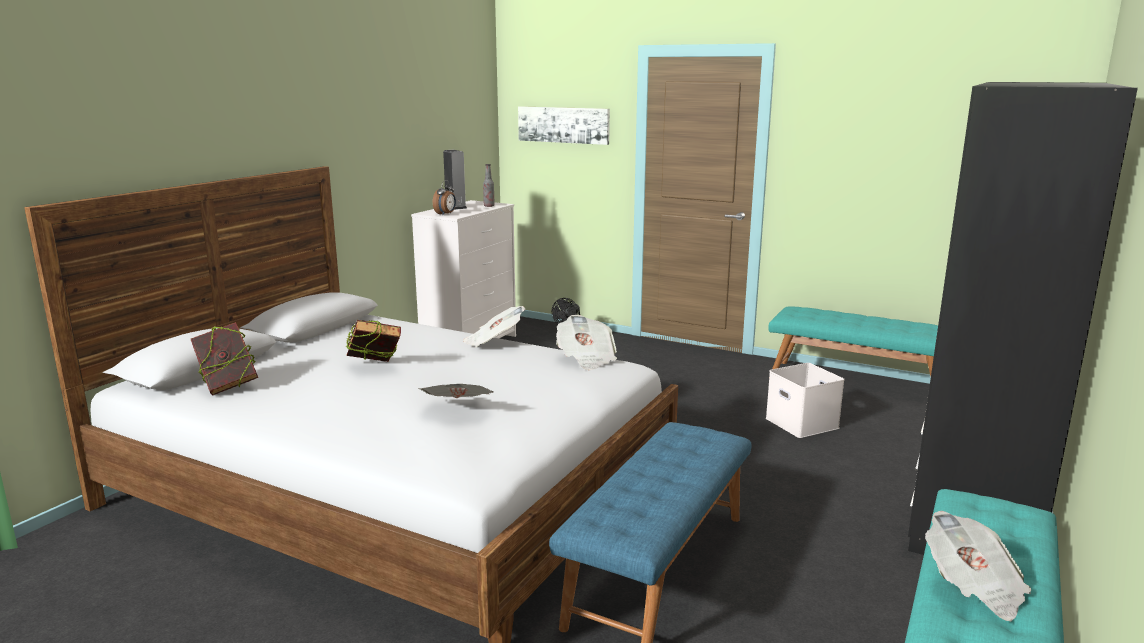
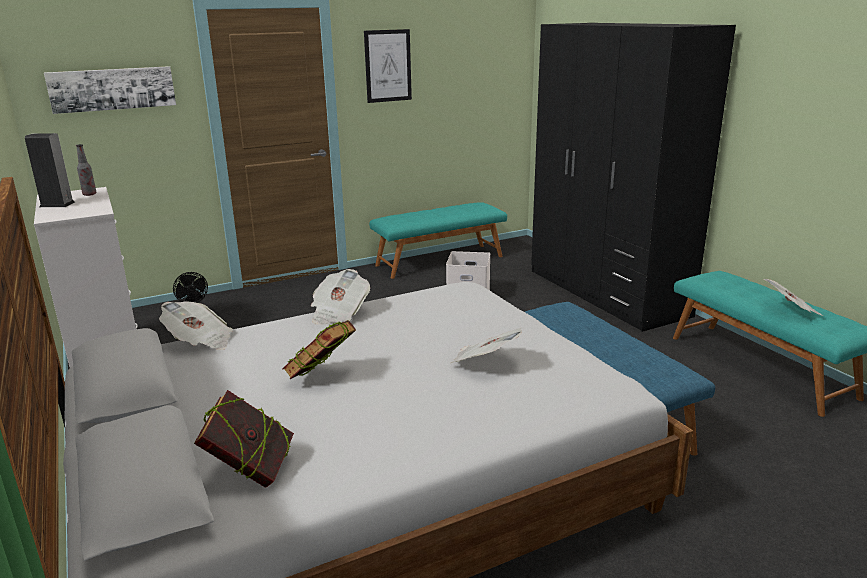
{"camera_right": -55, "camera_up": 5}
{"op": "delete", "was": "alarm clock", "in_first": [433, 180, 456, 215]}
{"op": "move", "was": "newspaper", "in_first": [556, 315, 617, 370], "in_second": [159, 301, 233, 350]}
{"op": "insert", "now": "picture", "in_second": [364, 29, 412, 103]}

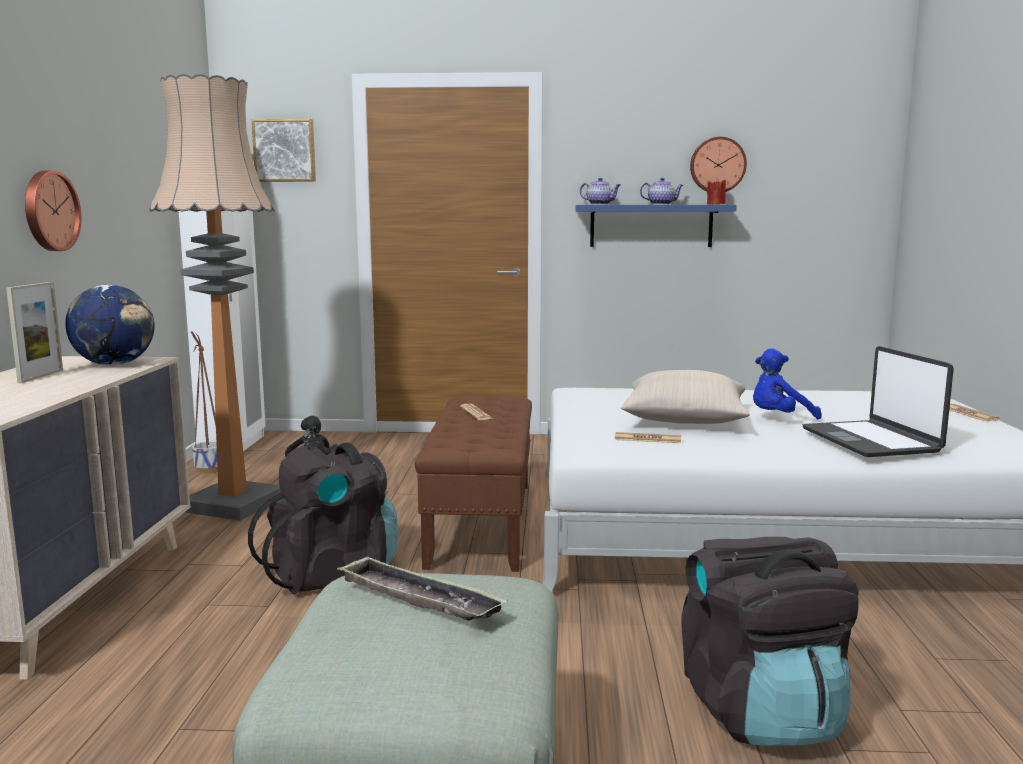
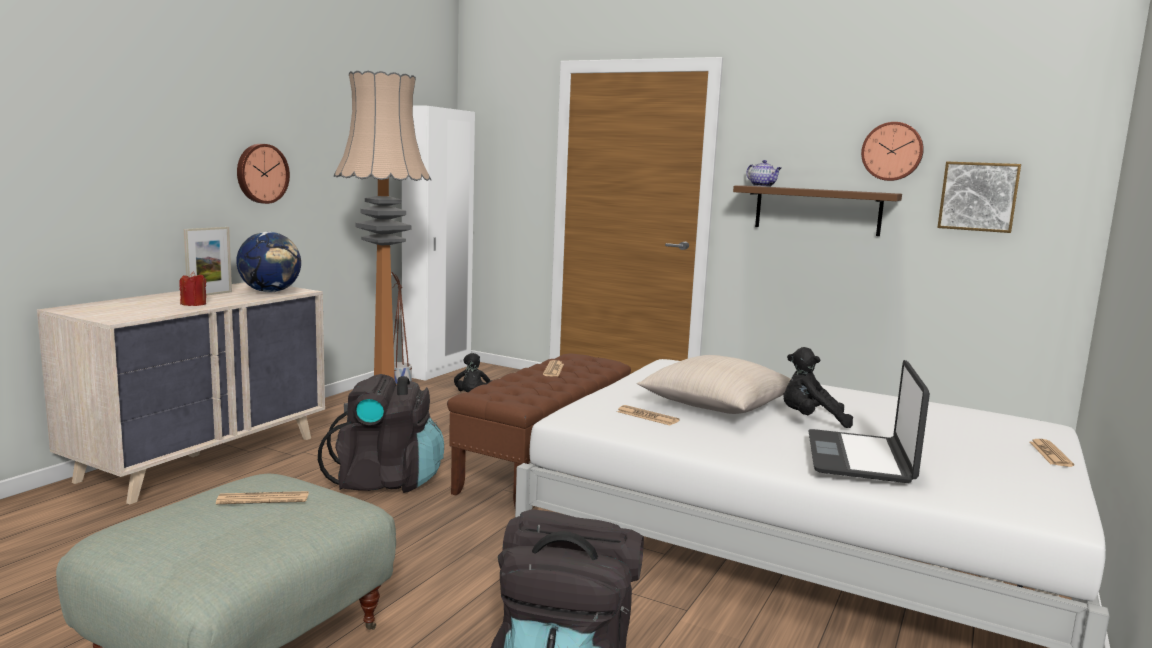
{"camera_right": 25, "camera_up": 0}
{"op": "move", "was": "picture", "in_first": [252, 119, 316, 182], "in_second": [937, 161, 1021, 233]}
{"op": "replace", "was": "tray", "now": "newspaper", "in_first": [337, 556, 508, 621], "in_second": [216, 491, 309, 504]}
{"op": "recolor", "was": "blue shelf", "now": "brown shelf", "in_first": [575, 205, 737, 247], "in_second": [733, 185, 902, 236]}
{"op": "delete", "was": "teapot", "in_first": [640, 178, 683, 205]}
{"op": "move", "was": "red candle", "in_first": [707, 177, 726, 205], "in_second": [179, 272, 206, 306]}
{"op": "recolor", "was": "blue plush toy", "now": "black plush toy", "in_first": [753, 348, 822, 419], "in_second": [784, 347, 853, 428]}

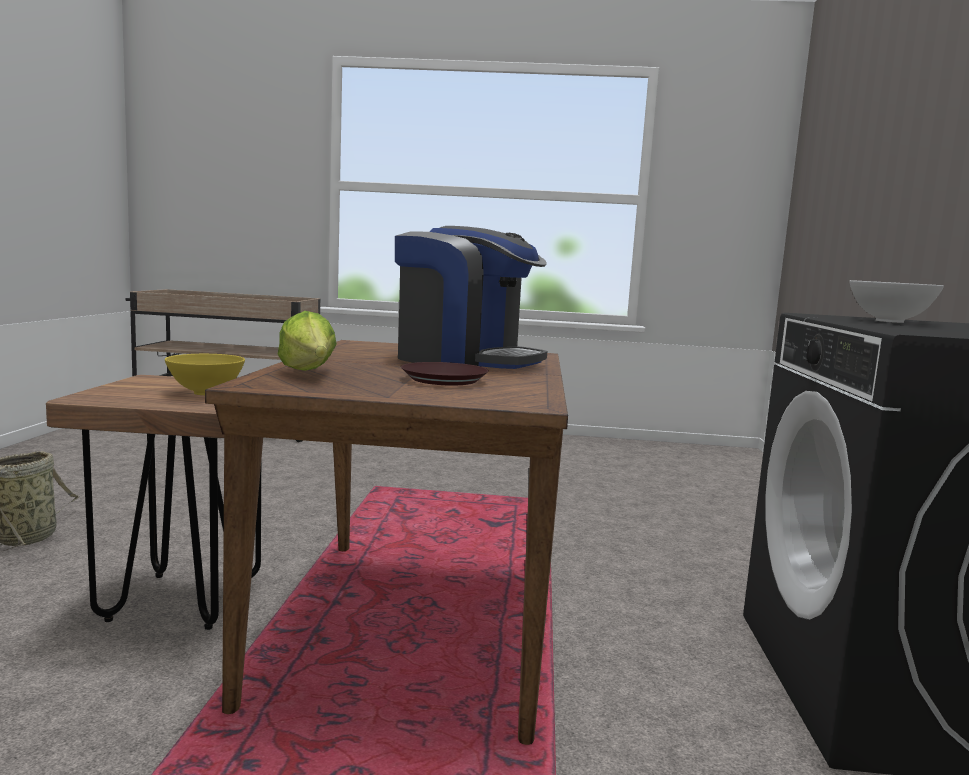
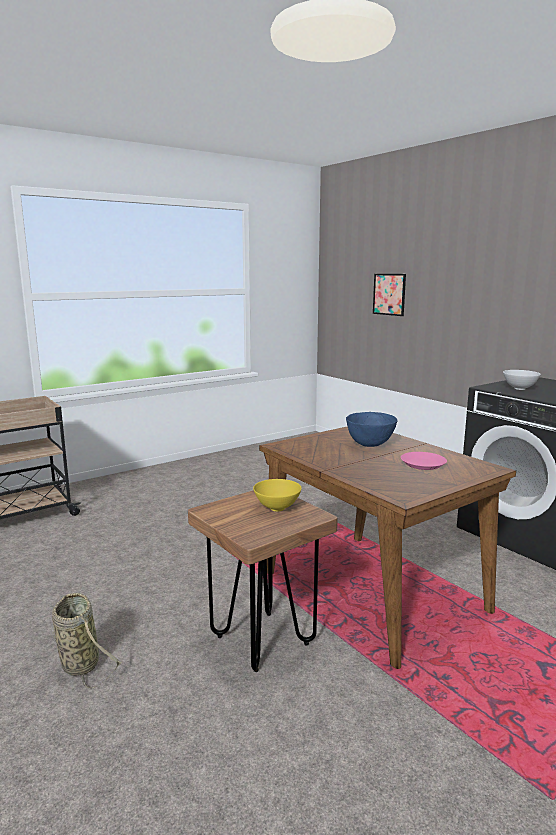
{"camera_right": -40, "camera_up": 5}
{"op": "delete", "was": "lettuce", "in_first": [277, 311, 337, 371]}
{"op": "replace", "was": "coffee machine", "now": "blue bowl", "in_first": [395, 226, 547, 369], "in_second": [346, 412, 398, 447]}
{"op": "recolor", "was": "brown plate", "now": "pink plate", "in_first": [401, 362, 489, 386], "in_second": [401, 452, 447, 470]}
{"op": "insert", "now": "picture", "in_second": [373, 274, 406, 316]}

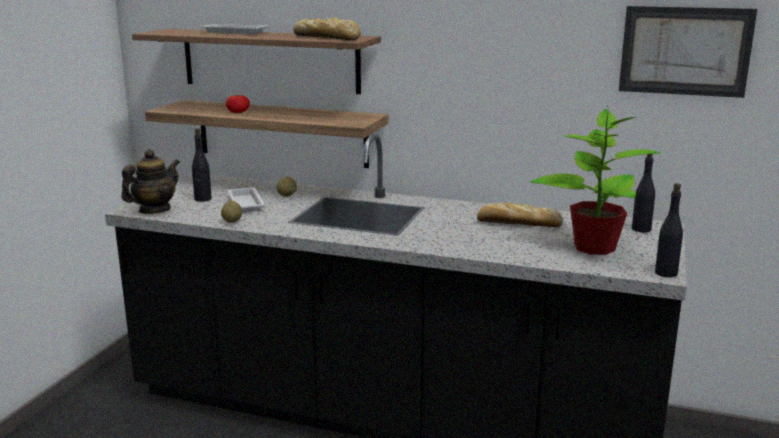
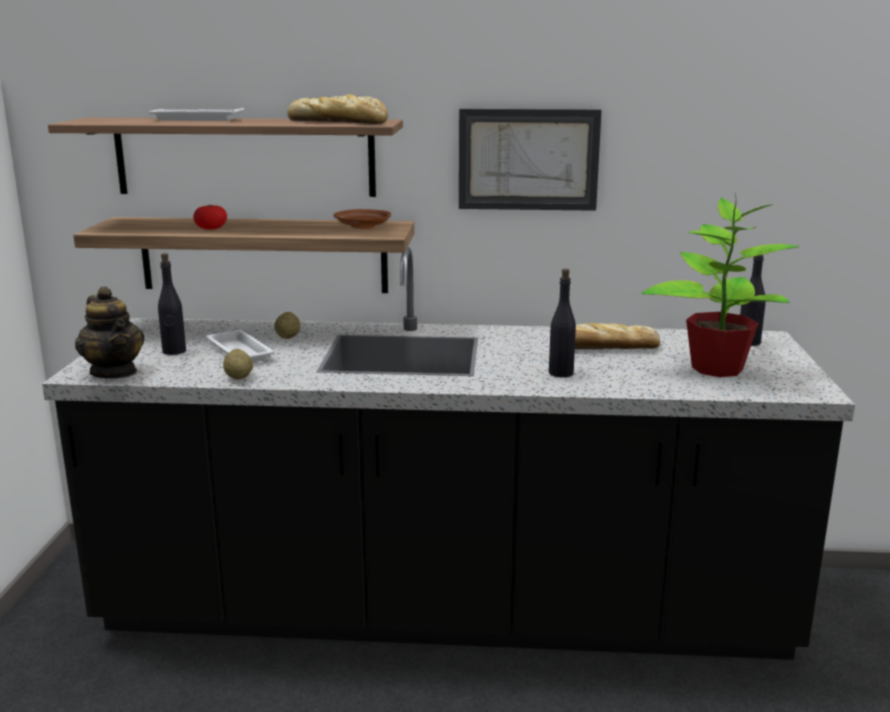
{"camera_right": -15, "camera_up": 0}
{"op": "rotate", "was": "teapot", "in_first": [121, 149, 180, 214], "in_second": [75, 286, 144, 379], "clockwise": 120}
{"op": "move", "was": "picture", "in_first": [619, 6, 757, 98], "in_second": [459, 109, 602, 211]}
{"op": "move", "was": "black bottle", "in_first": [655, 183, 683, 277], "in_second": [549, 268, 576, 377]}
{"op": "insert", "now": "brown plate", "in_second": [333, 209, 391, 229]}

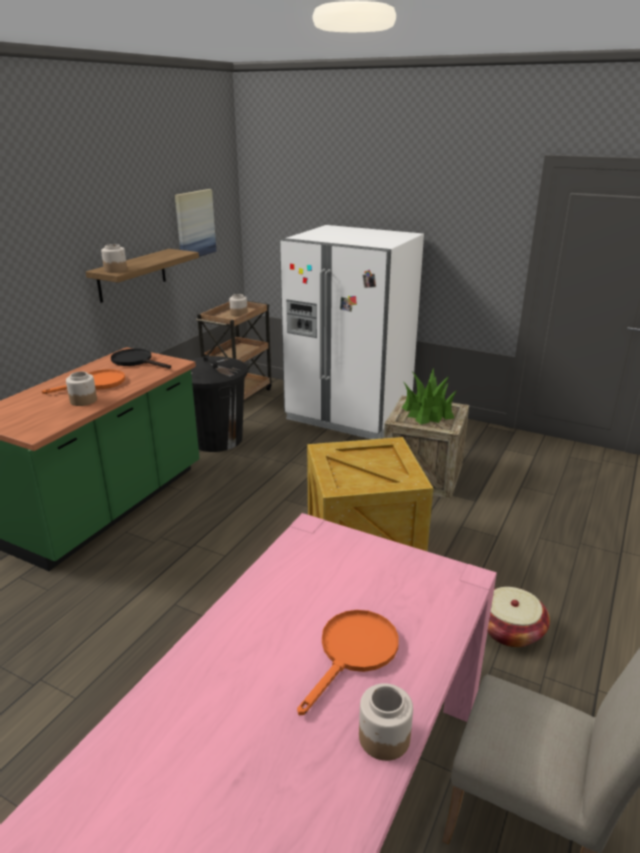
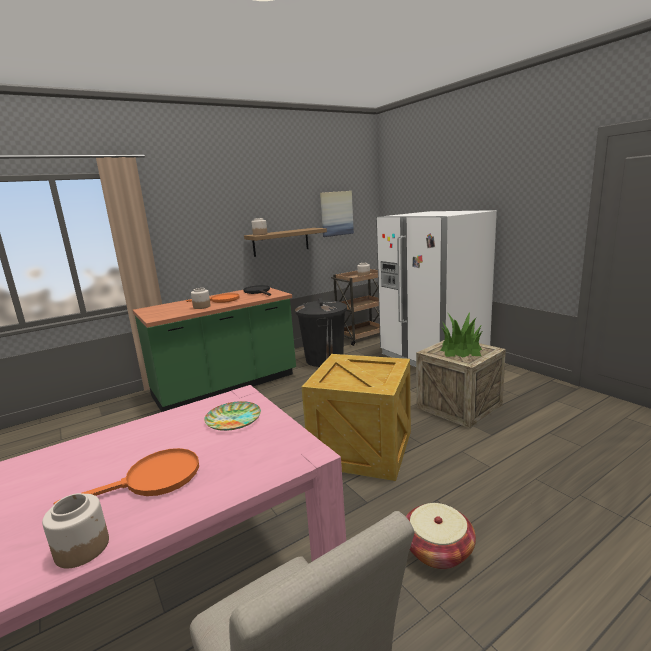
{"camera_right": 30, "camera_up": -10}
{"op": "insert", "now": "plate", "in_second": [204, 401, 261, 431]}

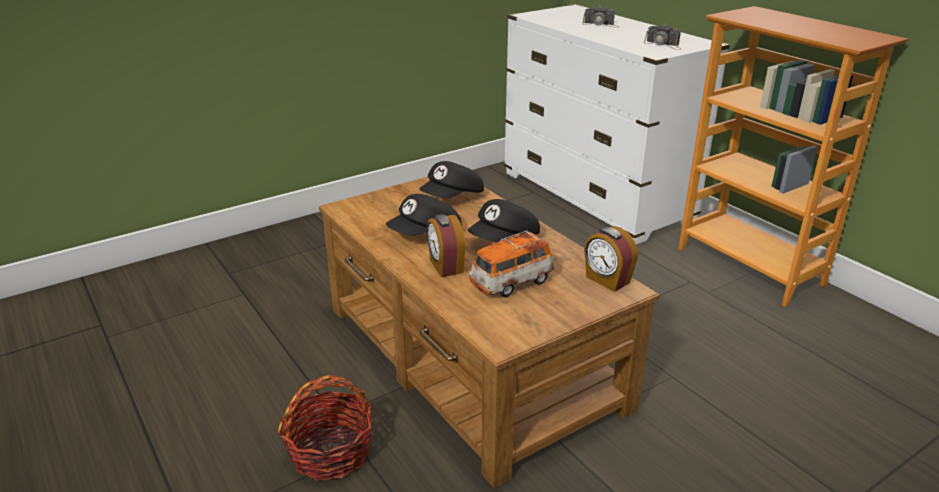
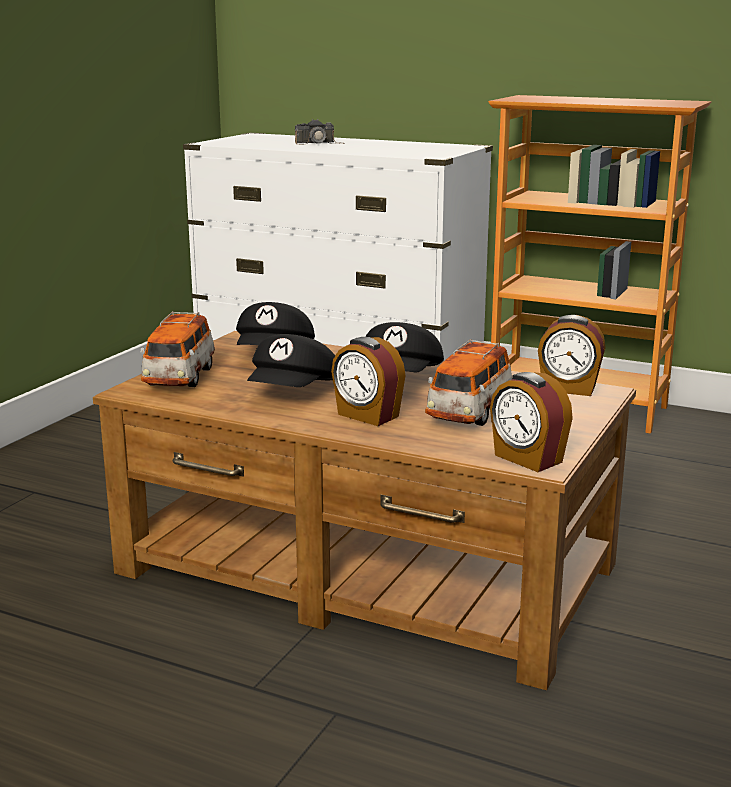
{"camera_right": -30, "camera_up": -10}
{"op": "delete", "was": "basket", "in_first": [278, 375, 373, 481]}
{"op": "delete", "was": "photo camera", "in_first": [643, 23, 681, 50]}
{"op": "insert", "now": "toy car", "in_second": [140, 311, 215, 387]}
{"op": "insert", "now": "alarm clock", "in_second": [490, 372, 573, 472]}

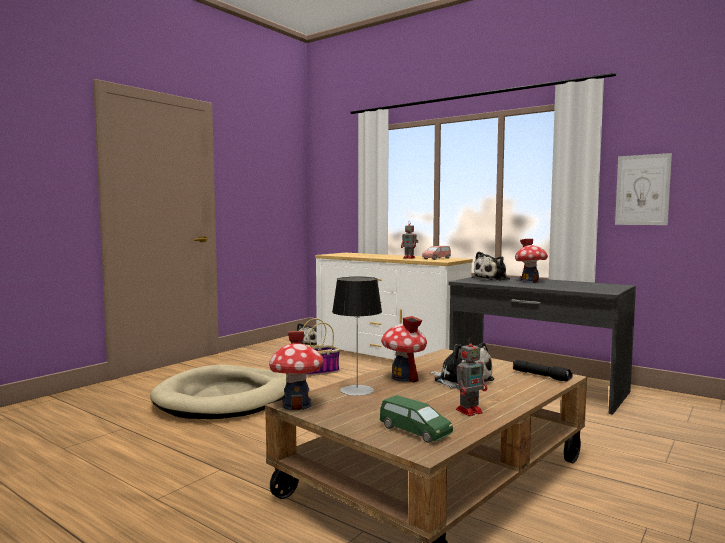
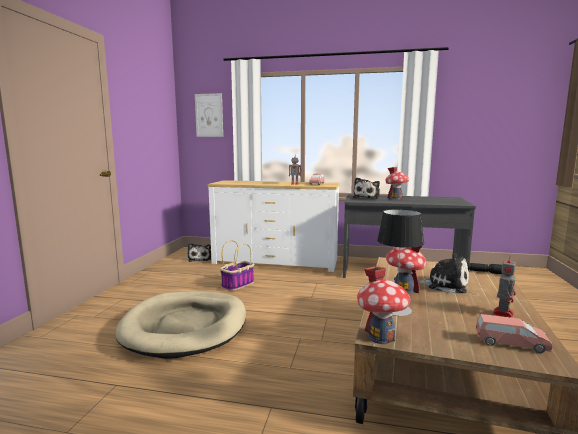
{"camera_right": -25, "camera_up": 5}
{"op": "recolor", "was": "green toy car", "now": "pink toy car", "in_first": [380, 395, 453, 443], "in_second": [476, 314, 552, 353]}
{"op": "move", "was": "picture", "in_first": [615, 153, 672, 225], "in_second": [195, 93, 223, 137]}

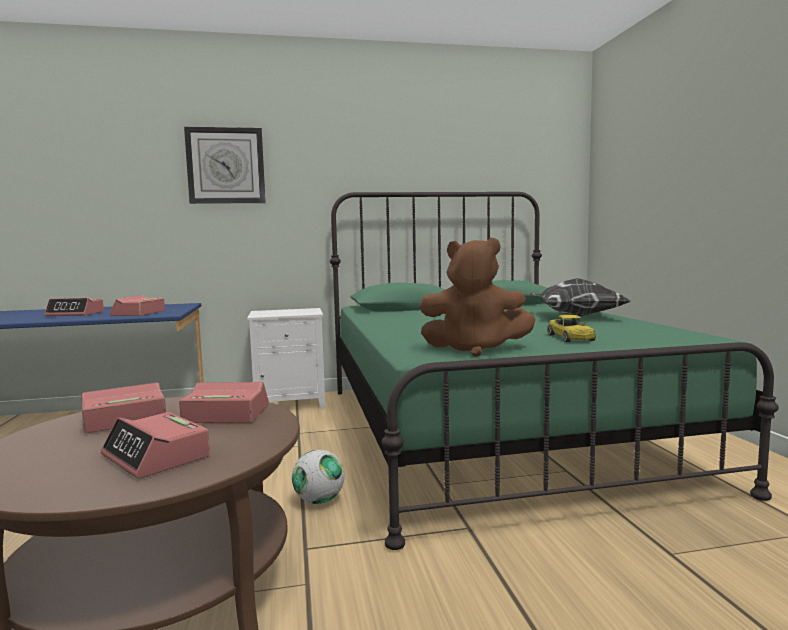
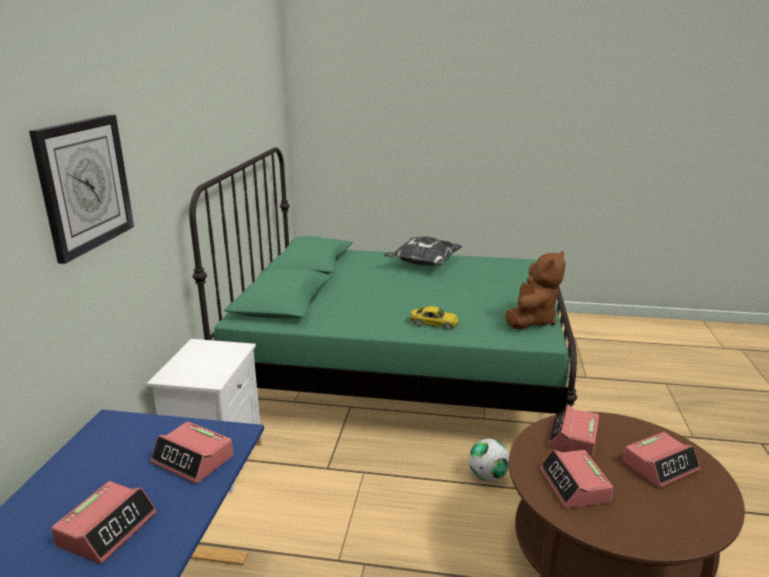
{"camera_right": -70, "camera_up": 15}
{"op": "move", "was": "yellow toy car", "in_first": [547, 315, 596, 342], "in_second": [411, 306, 459, 330]}

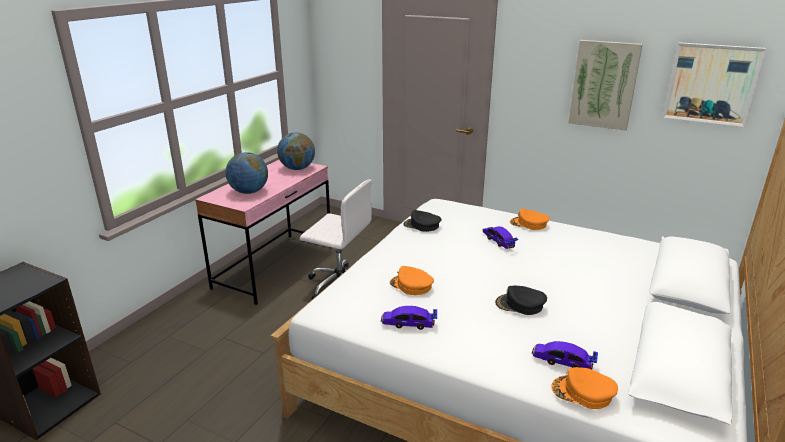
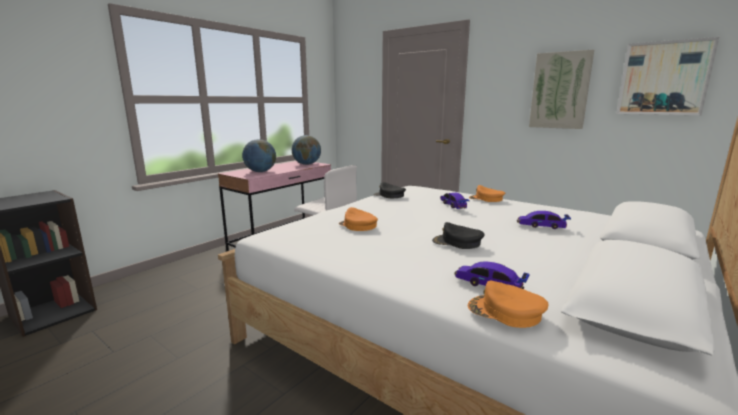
{"camera_right": 10, "camera_up": -10}
{"op": "move", "was": "toy car", "in_first": [381, 306, 437, 330], "in_second": [517, 211, 571, 229]}

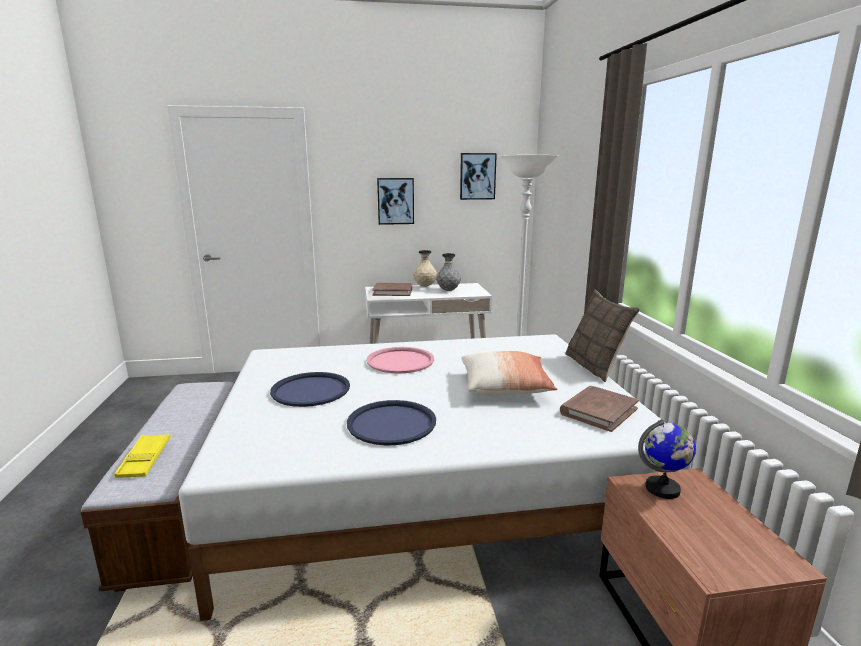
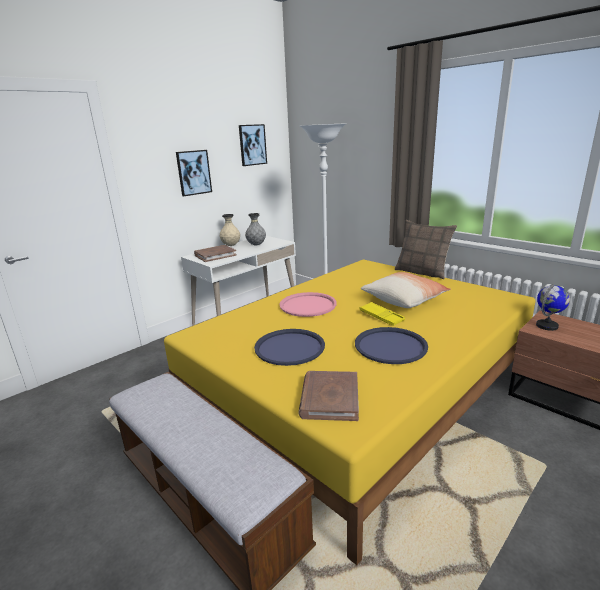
{"camera_right": -35, "camera_up": 5}
{"op": "move", "was": "yellow tray", "in_first": [114, 434, 170, 478], "in_second": [359, 302, 405, 326]}
{"op": "recolor", "was": "white bed", "now": "yellow bed", "in_first": [179, 334, 692, 621], "in_second": [164, 260, 535, 565]}
{"op": "move", "was": "brown book", "in_first": [560, 386, 639, 432], "in_second": [298, 371, 359, 421]}

